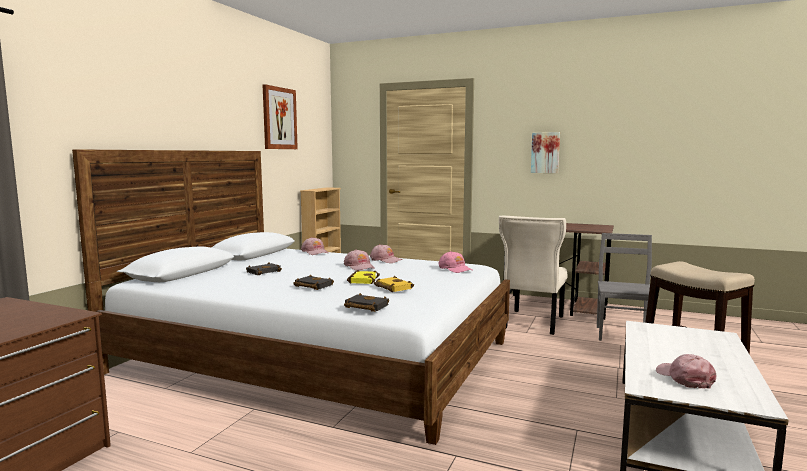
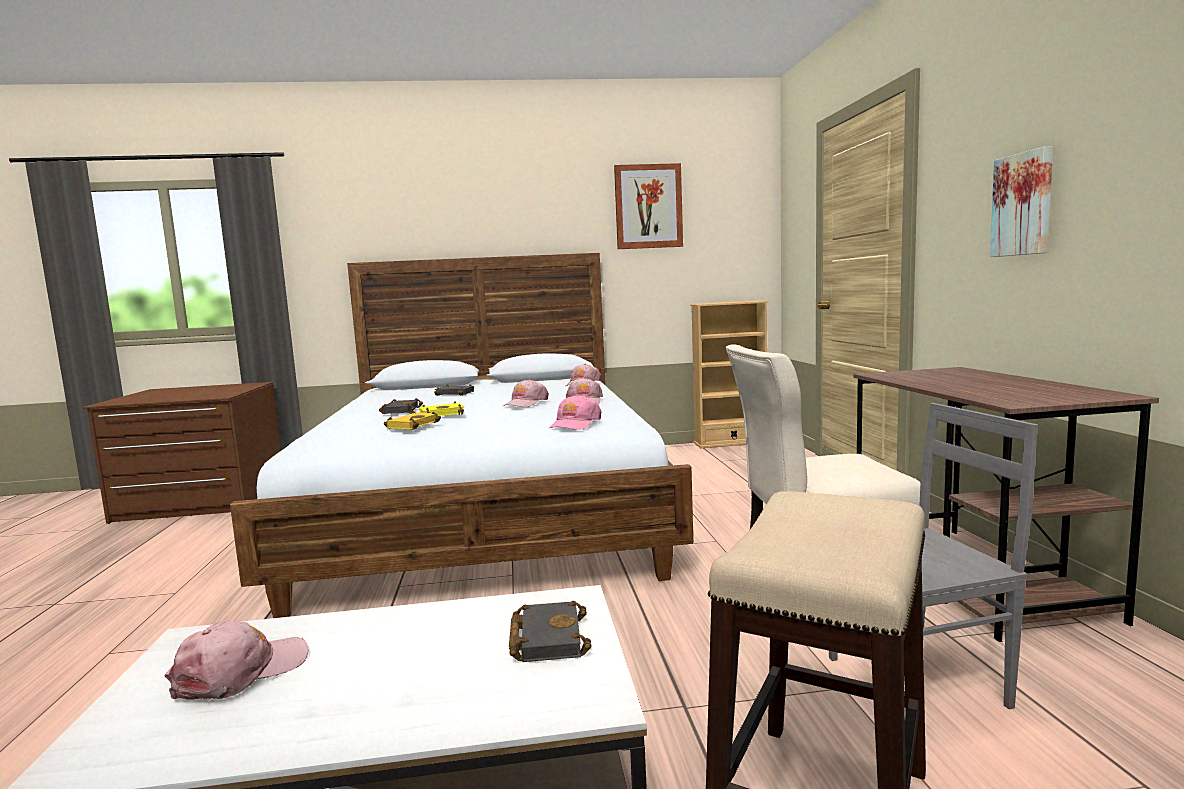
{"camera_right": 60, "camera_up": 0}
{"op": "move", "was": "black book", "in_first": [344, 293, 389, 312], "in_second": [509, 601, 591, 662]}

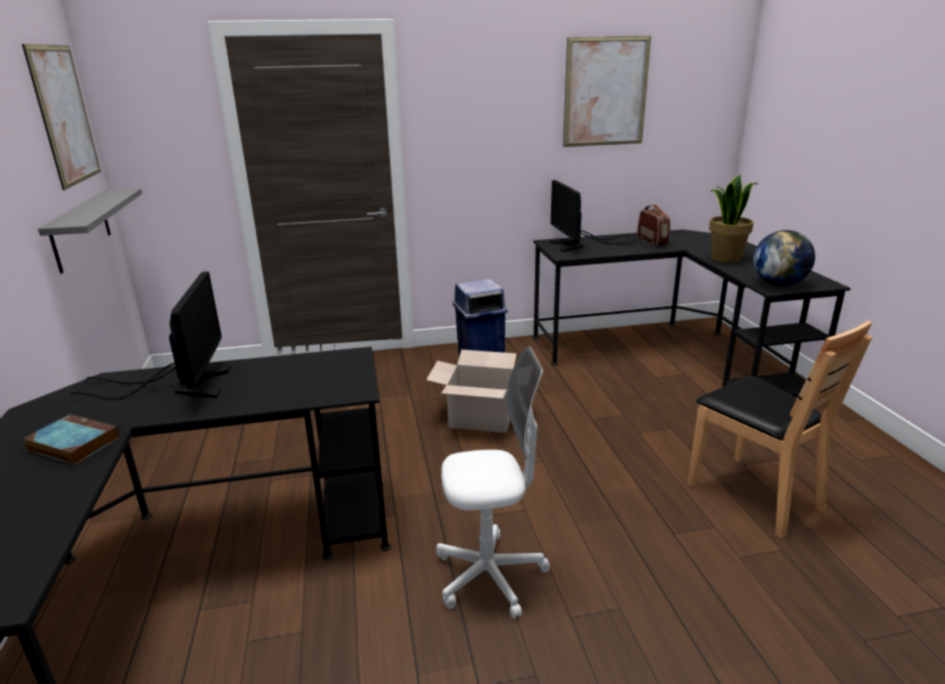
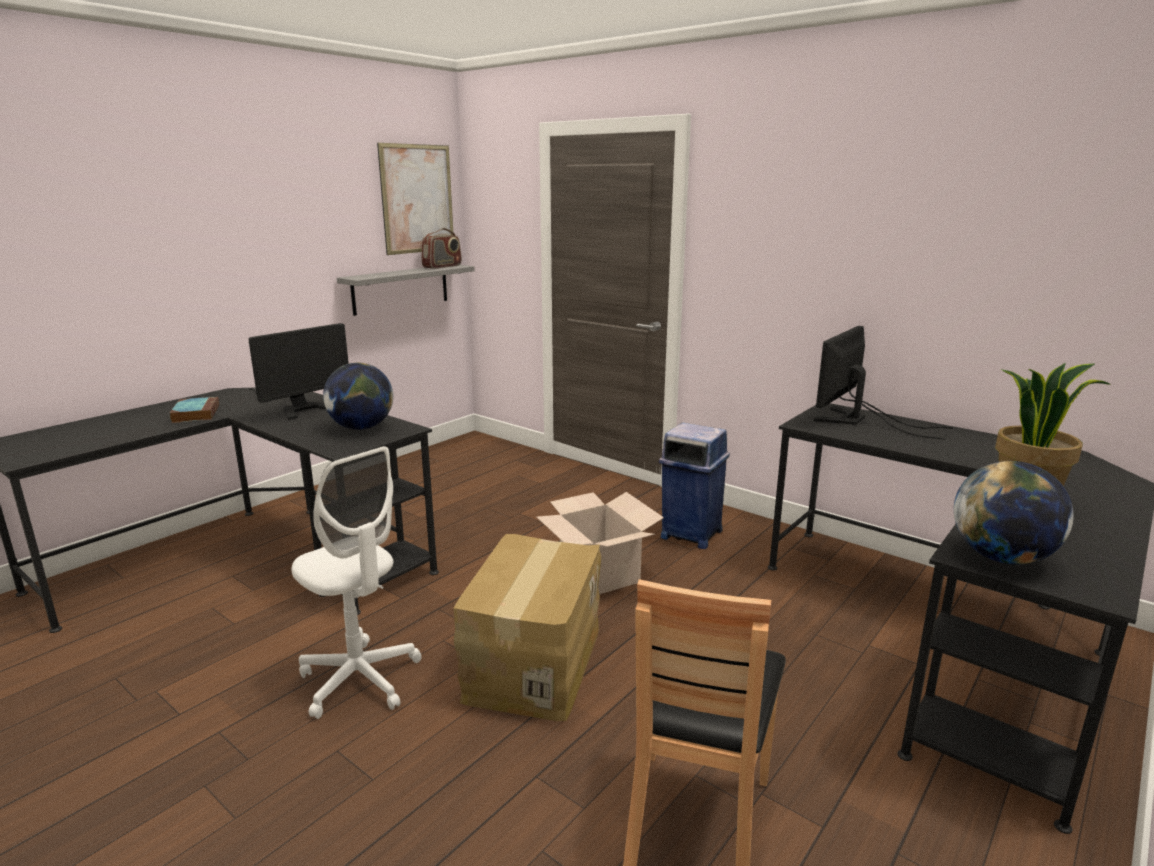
{"camera_right": 50, "camera_up": -5}
{"op": "delete", "was": "picture", "in_first": [563, 36, 651, 147]}
{"op": "move", "was": "radio", "in_first": [637, 204, 670, 246], "in_second": [421, 228, 462, 269]}
{"op": "insert", "now": "globe", "in_second": [323, 363, 393, 430]}
{"op": "insert", "now": "cardboard box", "in_second": [453, 534, 601, 721]}

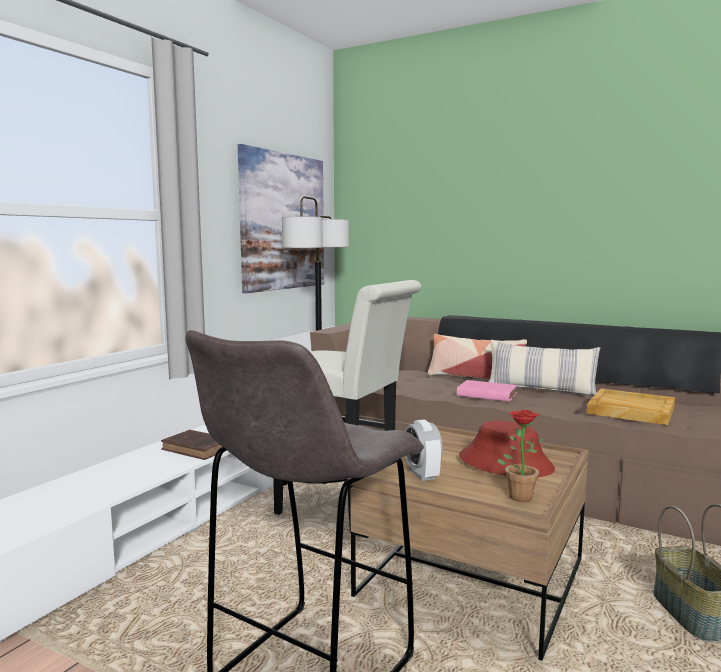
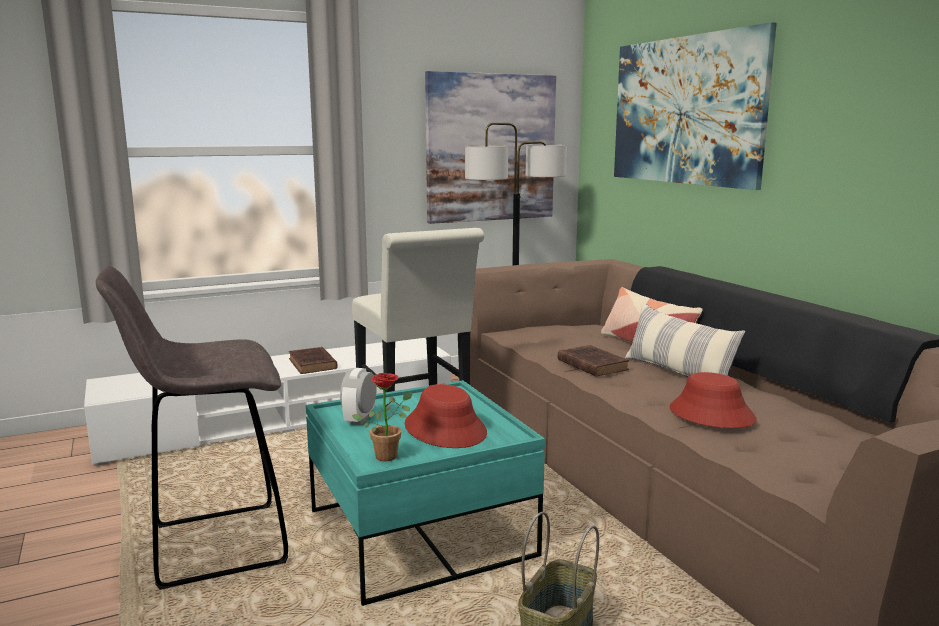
{"camera_right": 35, "camera_up": 5}
{"op": "recolor", "was": "brown coffee table", "now": "turquoise coffee table", "in_first": [351, 425, 588, 661], "in_second": [306, 380, 545, 606]}
{"op": "recolor", "was": "pink book", "now": "brown book", "in_first": [457, 380, 517, 402], "in_second": [558, 345, 629, 377]}
{"op": "replace", "was": "beige tray", "now": "red hat", "in_first": [587, 388, 675, 425], "in_second": [669, 372, 757, 428]}
{"op": "insert", "now": "picture", "in_second": [614, 22, 777, 190]}

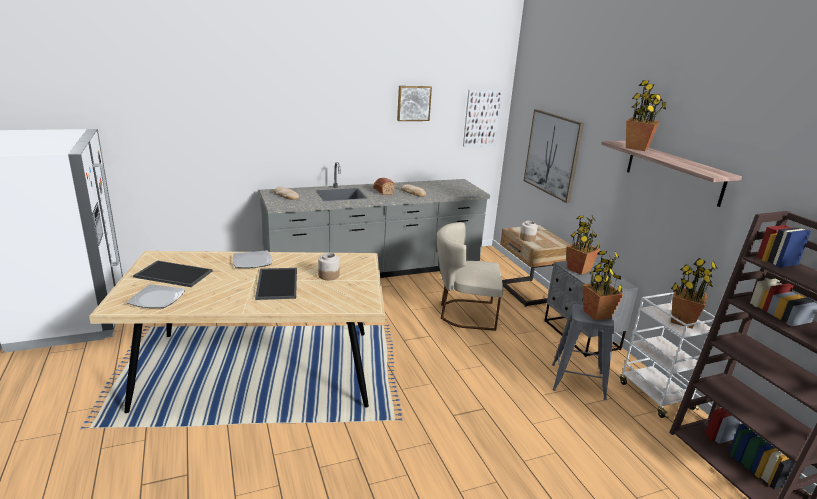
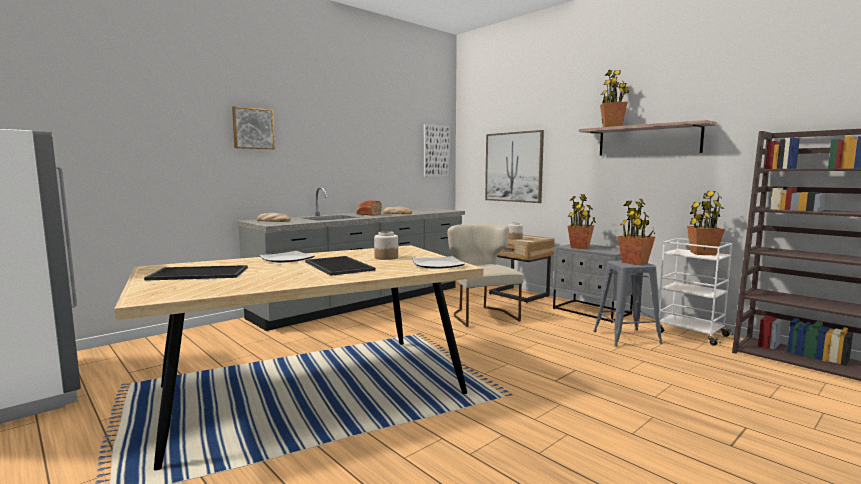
{"camera_right": -20, "camera_up": -15}
{"op": "move", "was": "plate", "in_first": [126, 284, 186, 308], "in_second": [412, 256, 465, 269]}
{"op": "move", "was": "picture", "in_first": [397, 86, 432, 121], "in_second": [232, 106, 275, 149]}
{"op": "rotate", "was": "beige chair", "in_first": [436, 222, 503, 331], "in_second": [447, 224, 524, 327], "clockwise": 90}

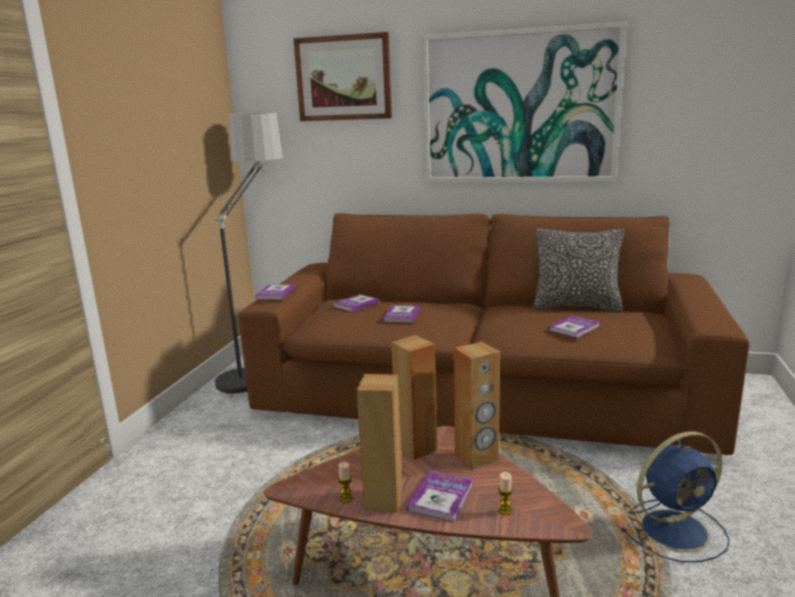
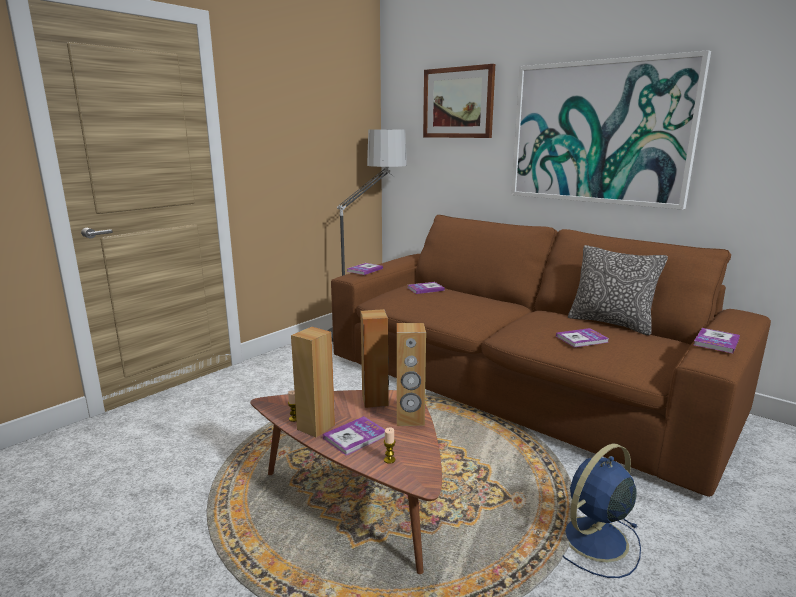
{"camera_right": 25, "camera_up": 0}
{"op": "move", "was": "book", "in_first": [383, 305, 420, 323], "in_second": [694, 328, 740, 353]}
{"op": "rotate", "was": "blue fan", "in_first": [621, 431, 730, 562], "in_second": [563, 444, 641, 578], "clockwise": 135}

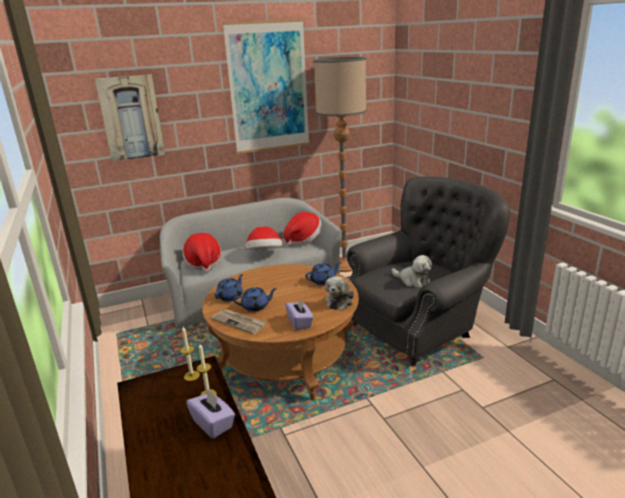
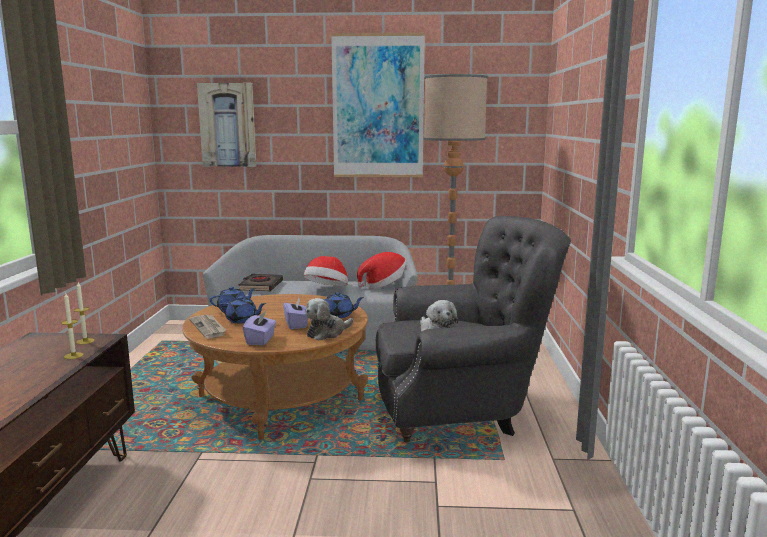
{"camera_right": 25, "camera_up": -10}
{"op": "replace", "was": "hat", "now": "black book", "in_first": [183, 233, 222, 273], "in_second": [238, 274, 283, 291]}
{"op": "move", "was": "purple tissue box", "in_first": [186, 389, 235, 439], "in_second": [283, 297, 309, 329]}

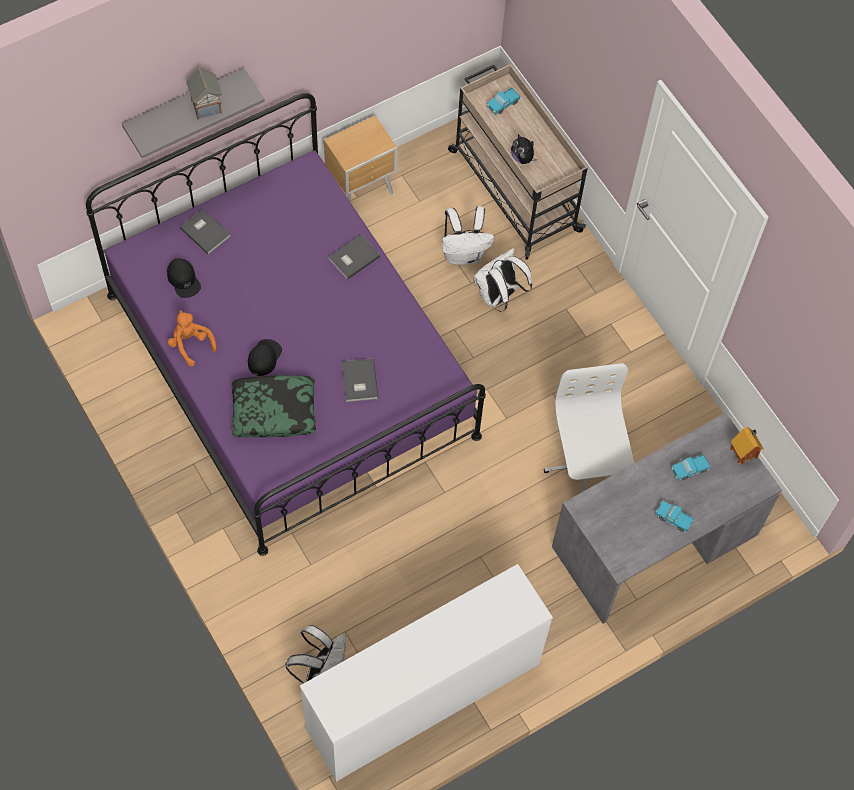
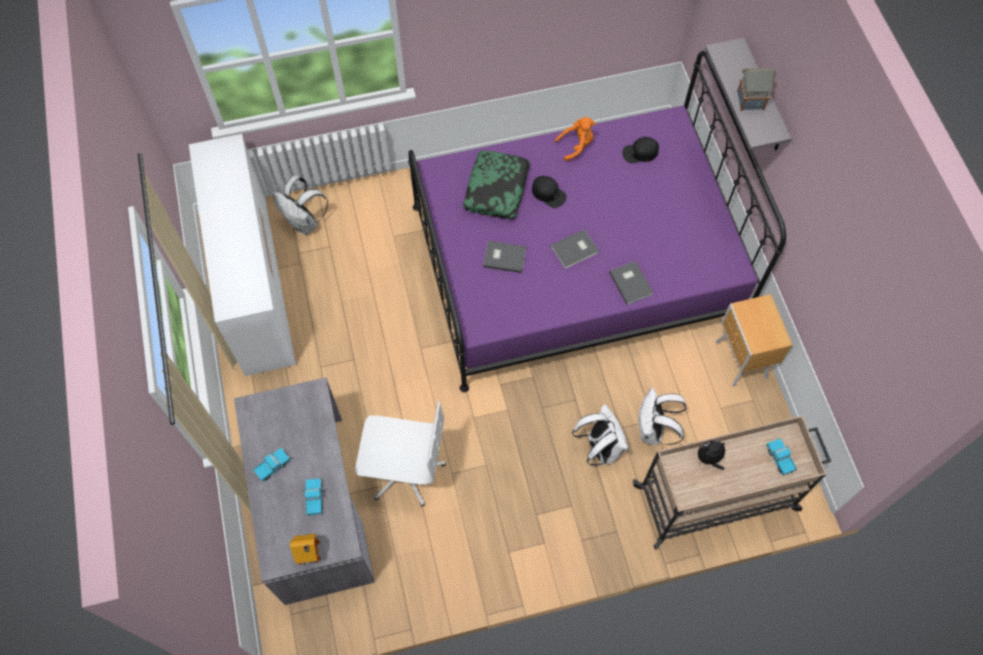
{"camera_right": 110, "camera_up": 0}
{"op": "move", "was": "grey book", "in_first": [180, 209, 231, 254], "in_second": [551, 229, 599, 269]}

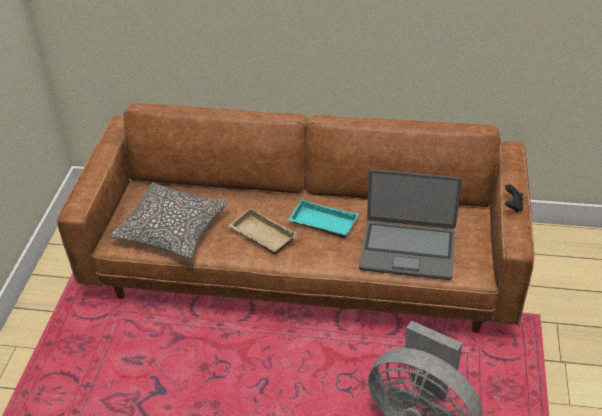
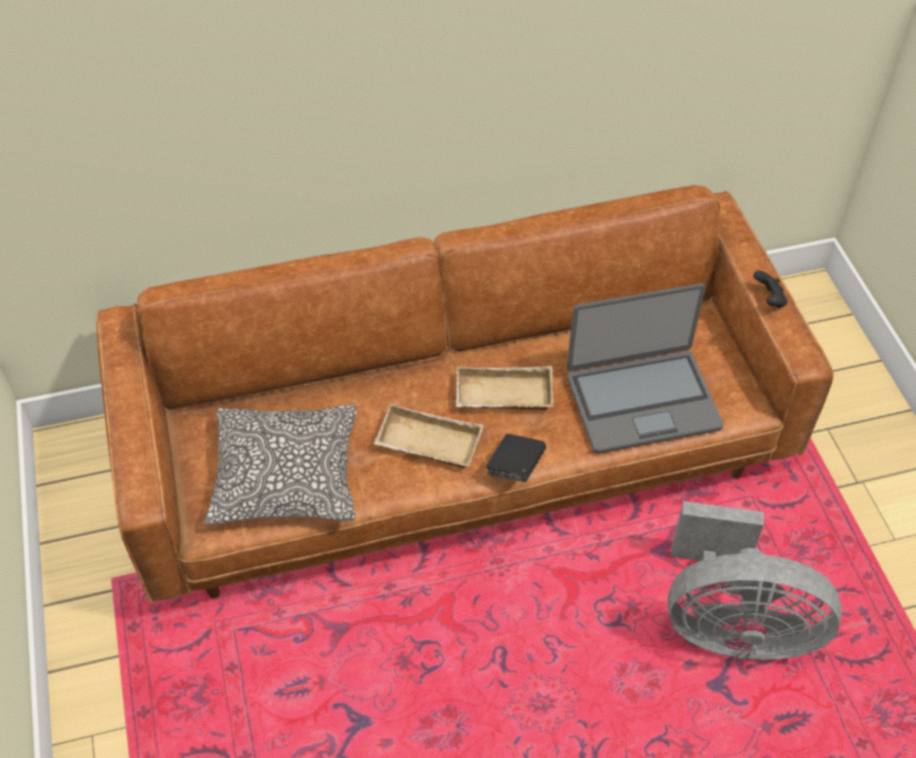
{"camera_right": -25, "camera_up": 10}
{"op": "recolor", "was": "turquoise tray", "now": "beige tray", "in_first": [288, 199, 358, 238], "in_second": [456, 366, 554, 410]}
{"op": "insert", "now": "black book", "in_second": [486, 434, 546, 482]}

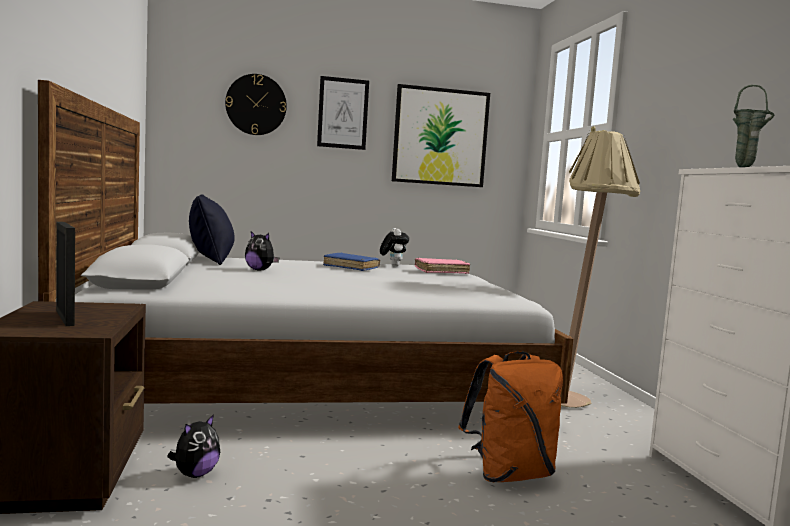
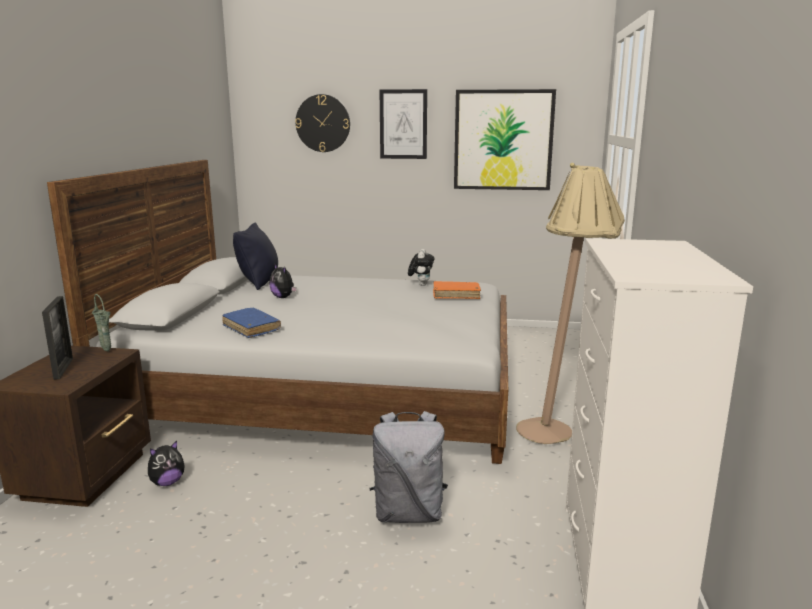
{"camera_right": 20, "camera_up": 10}
{"op": "move", "was": "blue book", "in_first": [323, 252, 380, 271], "in_second": [222, 308, 281, 338]}
{"op": "recolor", "was": "pink book", "now": "orange book", "in_first": [415, 258, 470, 274], "in_second": [433, 281, 481, 299]}
{"op": "recolor", "was": "orange backpack", "now": "grey backpack", "in_first": [458, 351, 563, 482], "in_second": [370, 411, 448, 523]}
{"op": "move", "was": "green vase", "in_first": [733, 85, 775, 167], "in_second": [92, 294, 111, 351]}

